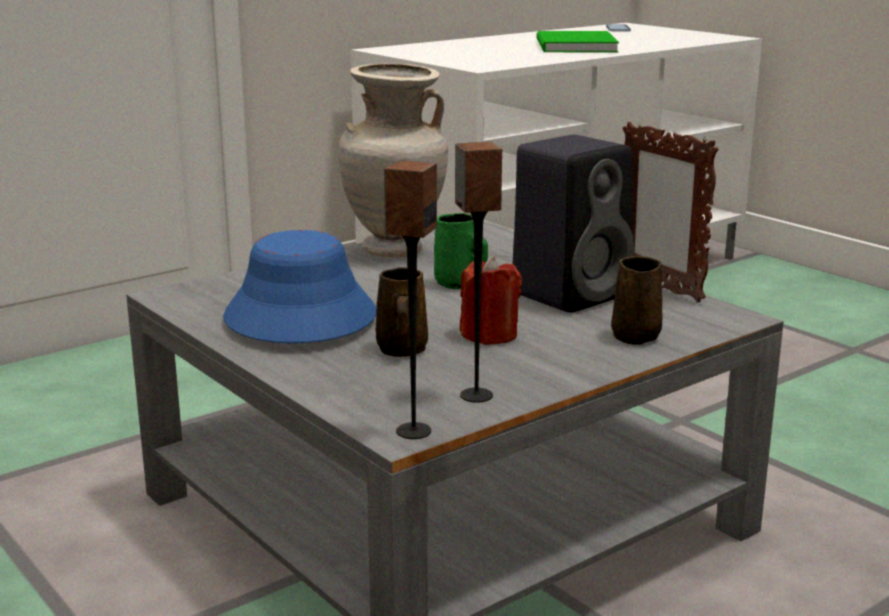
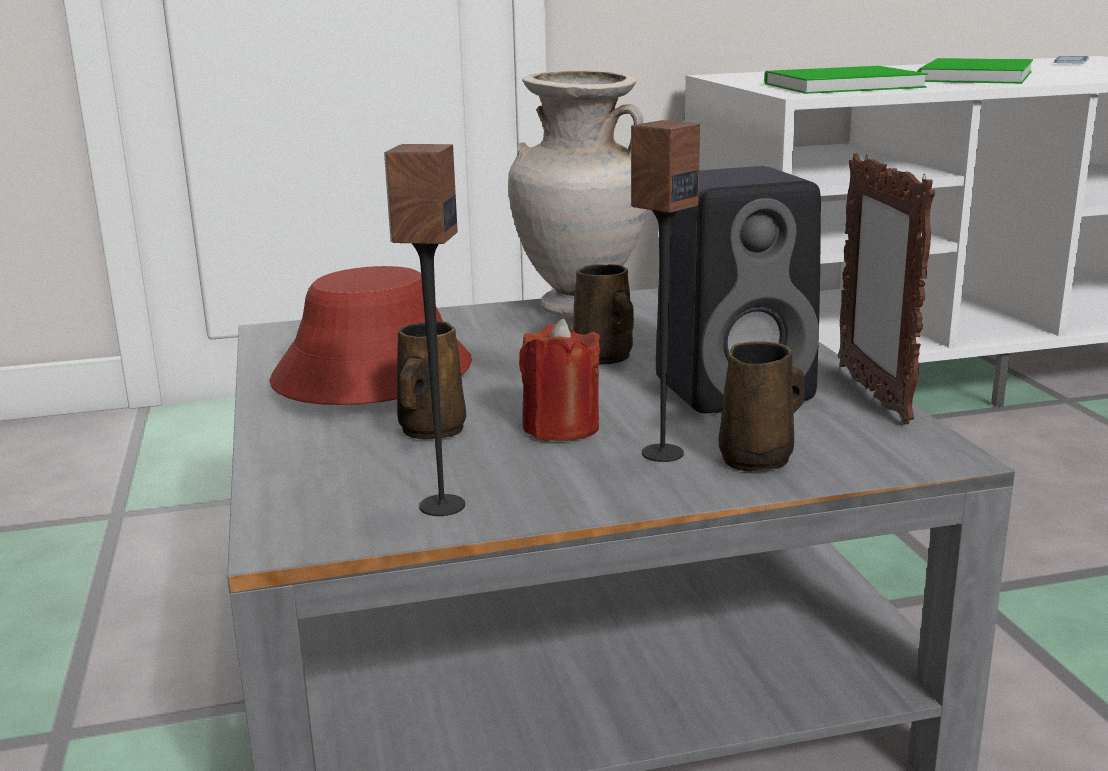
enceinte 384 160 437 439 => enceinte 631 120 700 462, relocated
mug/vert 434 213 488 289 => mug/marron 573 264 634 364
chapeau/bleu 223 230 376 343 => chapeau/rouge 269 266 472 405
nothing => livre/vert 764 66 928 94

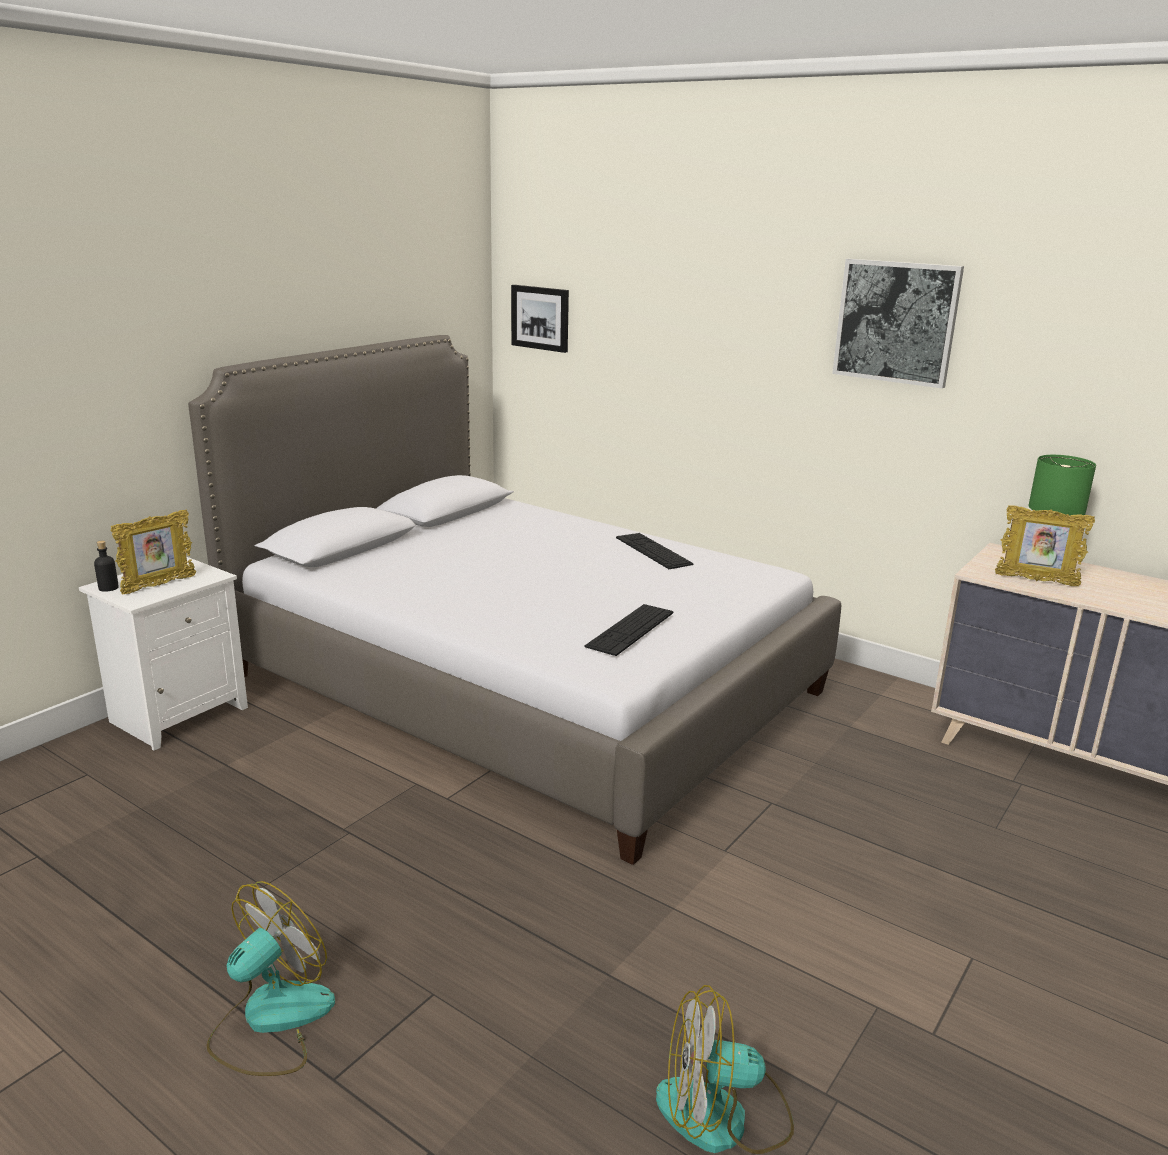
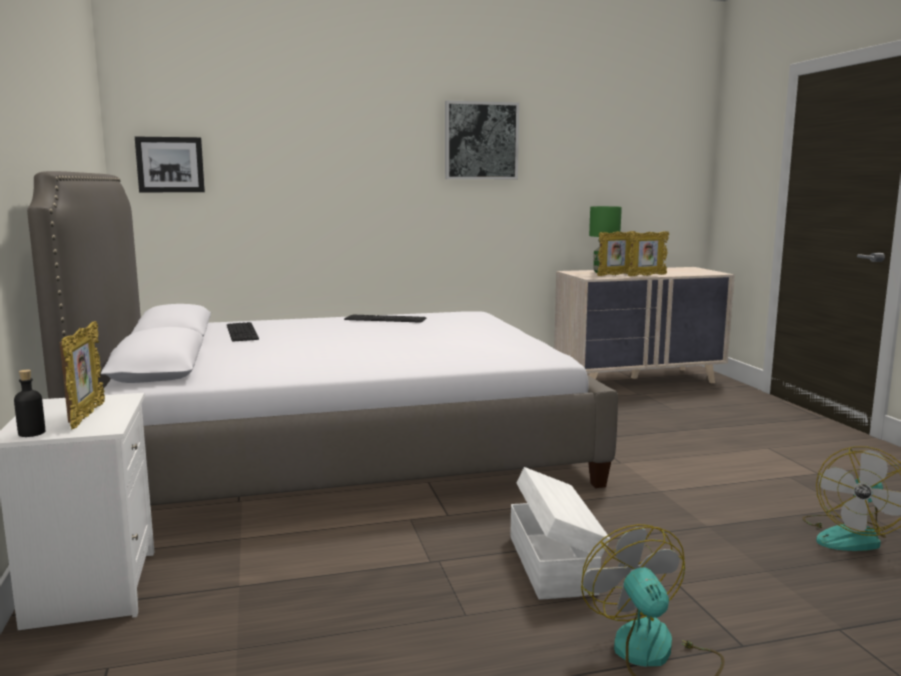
clavier 585 604 673 656 => clavier 227 322 259 342, relocated
nothing => cadre photo 628 231 669 276
nothing => boîte de rangement/blanc 511 467 610 600

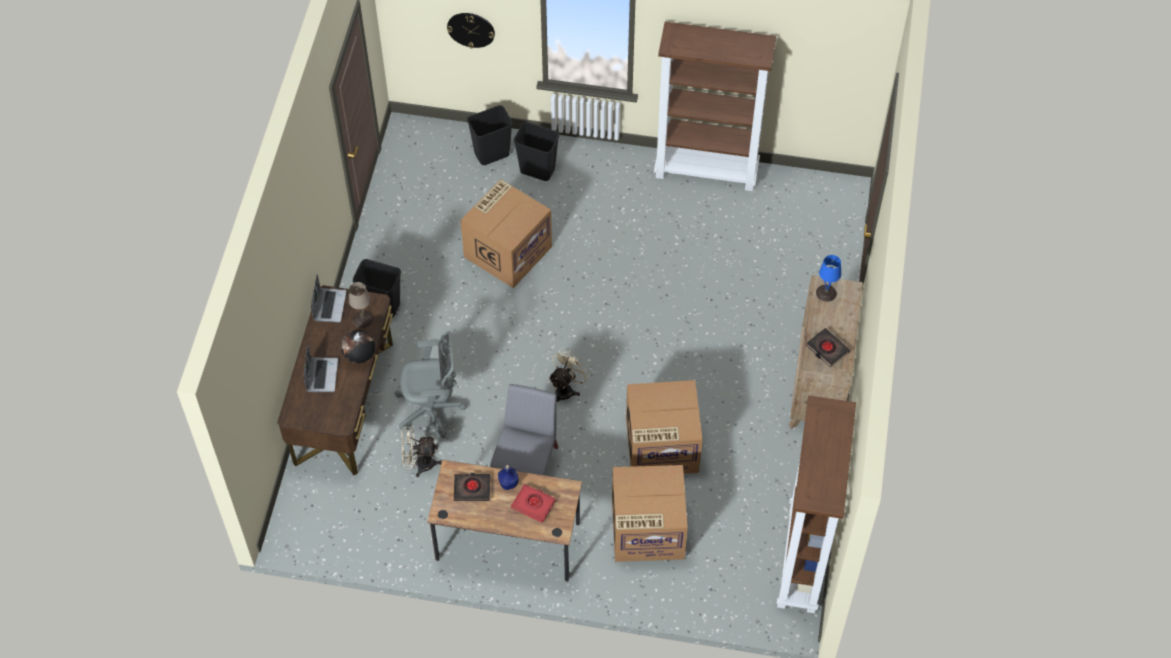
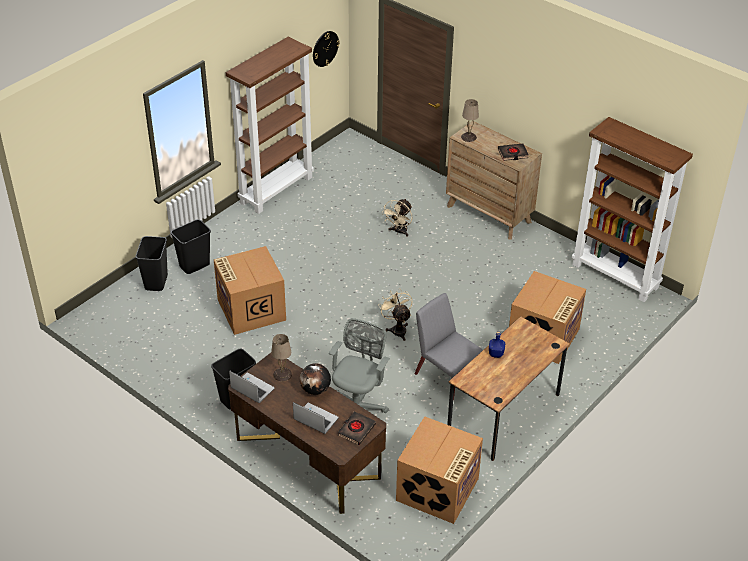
horloge murale 447 13 495 49 => horloge murale 313 31 340 67, relocated
lampe de table/bleu 816 255 841 302 => lampe de table/beige 461 99 479 142
carton 626 380 703 474 => carton 396 416 483 524, relocated
ventilateur/beige 401 427 442 477 => ventilateur/beige 381 199 413 237, relocated
livre/noir 454 473 490 501 => livre/noir 338 411 376 445, relocated
livre/rouge 511 484 556 523 => nothing

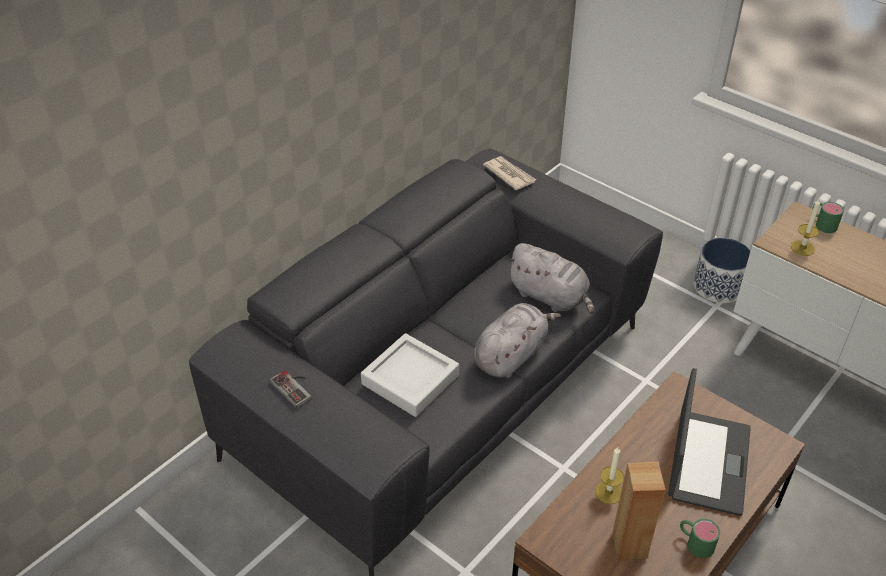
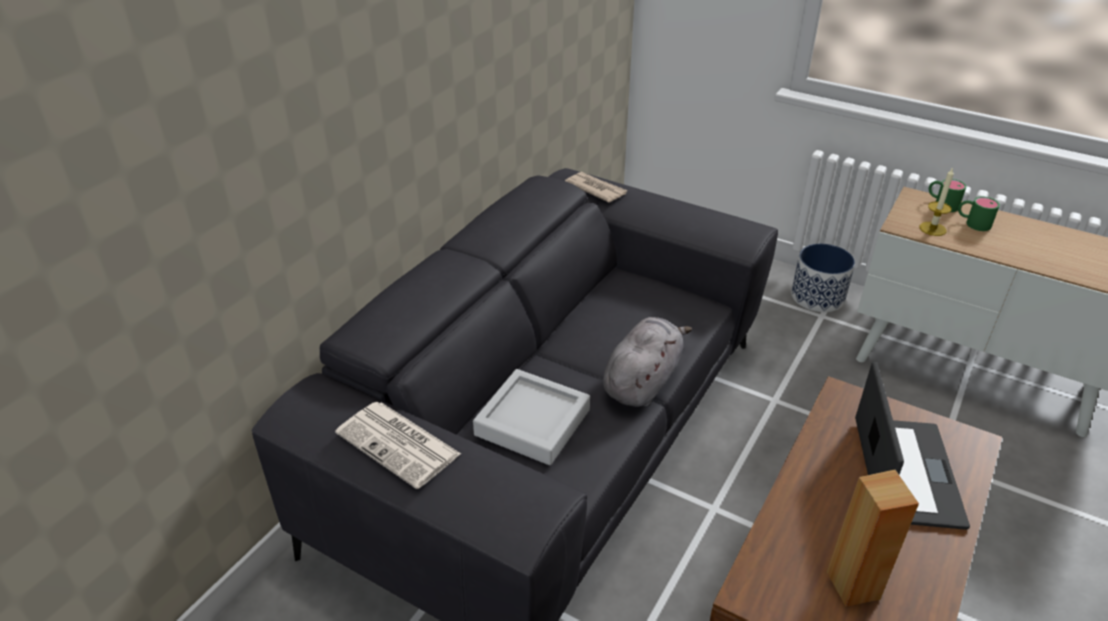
peluche/gris 507 243 594 314 => nothing
manette 270 370 312 408 => journal 335 402 461 489
bougie 595 447 624 504 => nothing
mug/vert 680 519 720 558 => mug/vert 958 197 1000 231, relocated

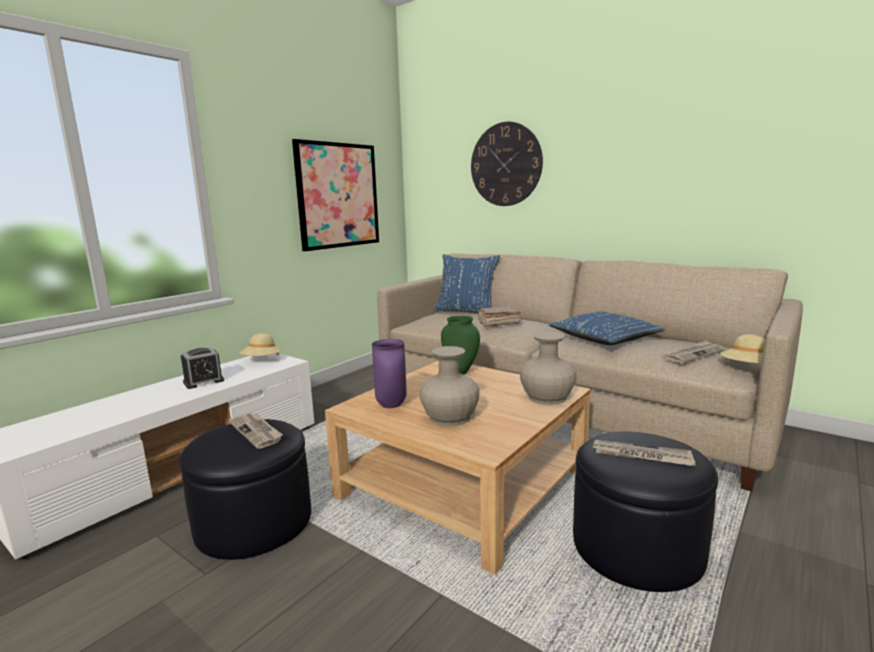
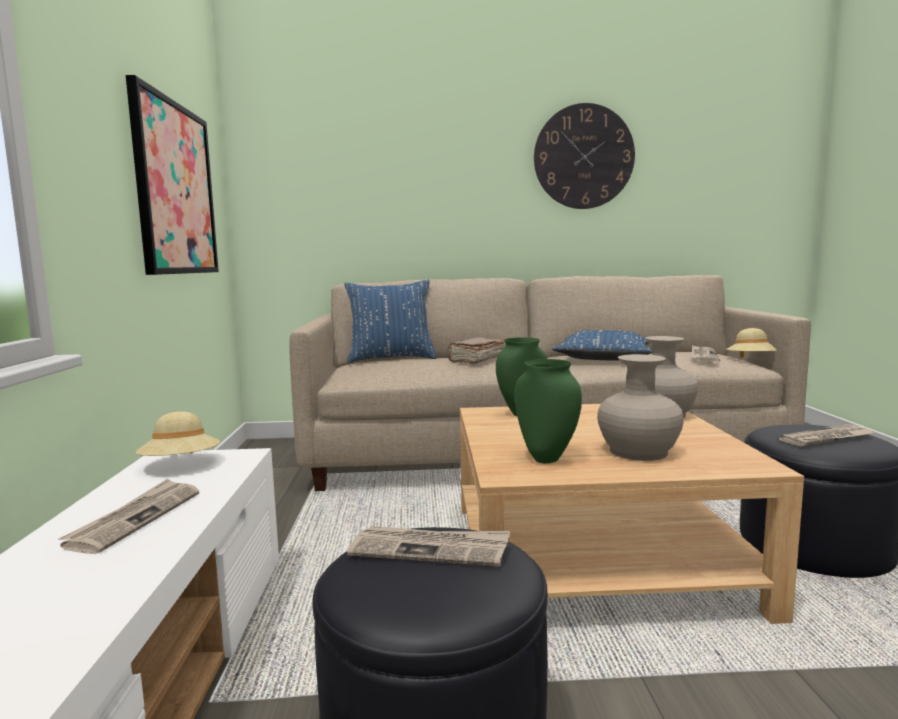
horloge murale 471 122 543 206 => horloge murale 534 103 635 209, relocated
vase/violet 372 339 407 408 => vase/vert 515 359 582 463
réveil 181 348 224 389 => journal 58 479 199 554

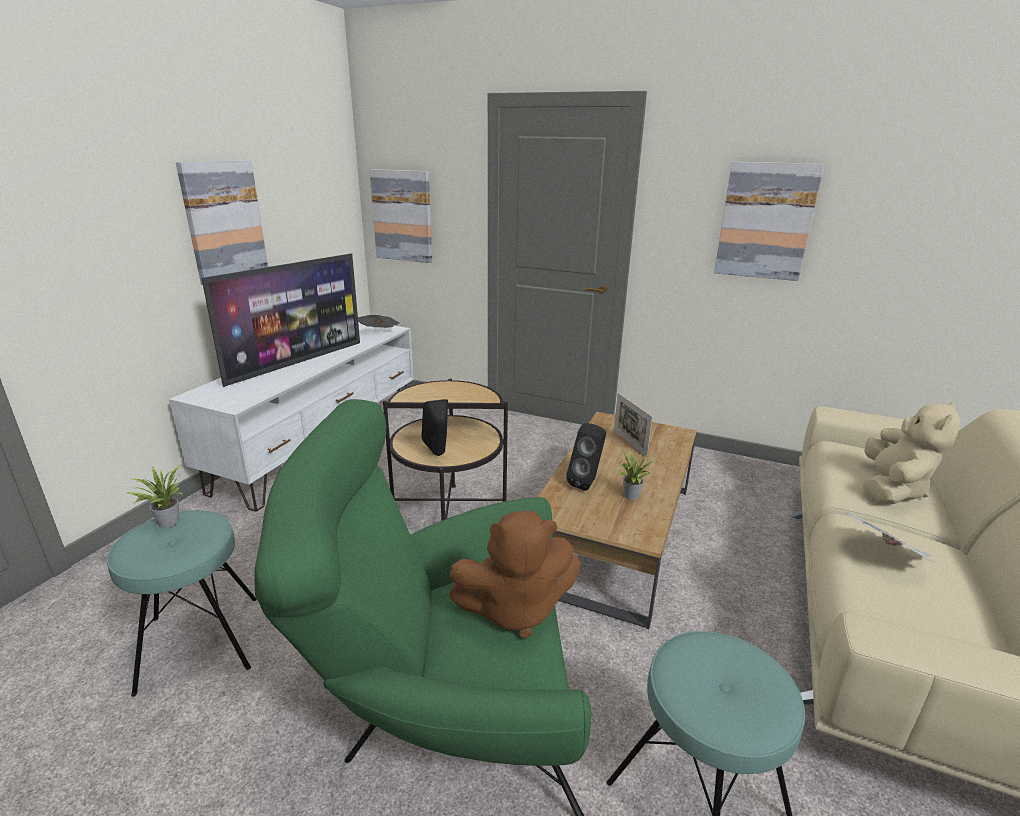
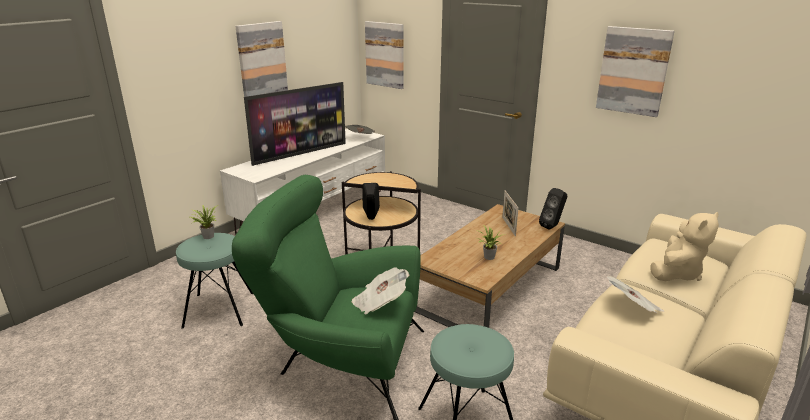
enceinte/noir 566 423 606 491 => enceinte/noir 539 188 567 230, relocated
peluche/marron 449 511 581 639 => journal 352 267 409 314

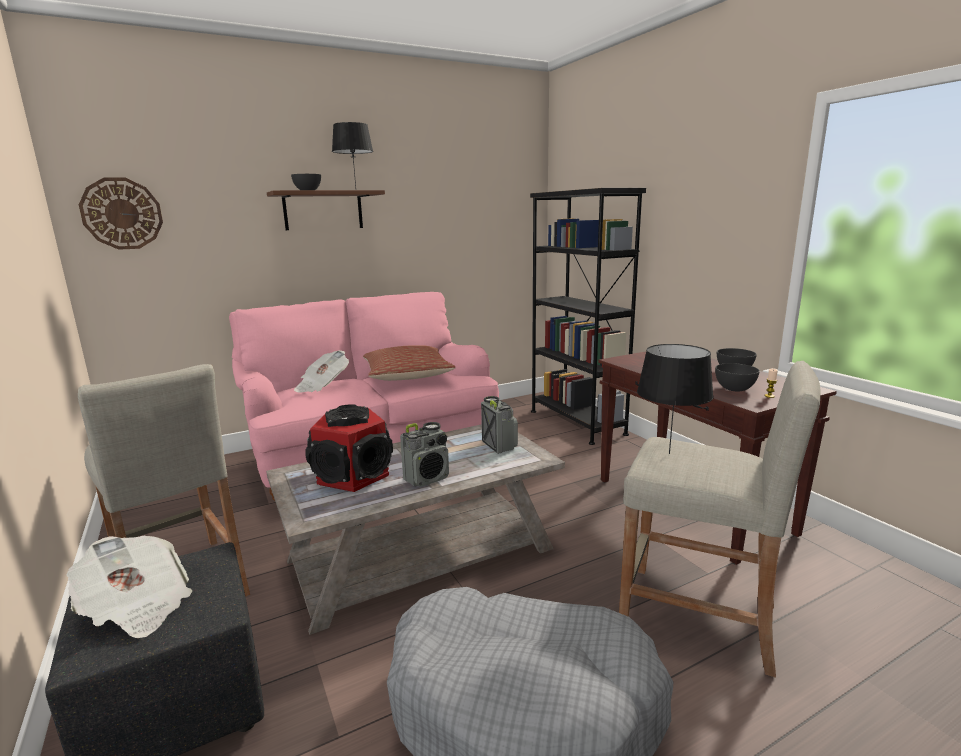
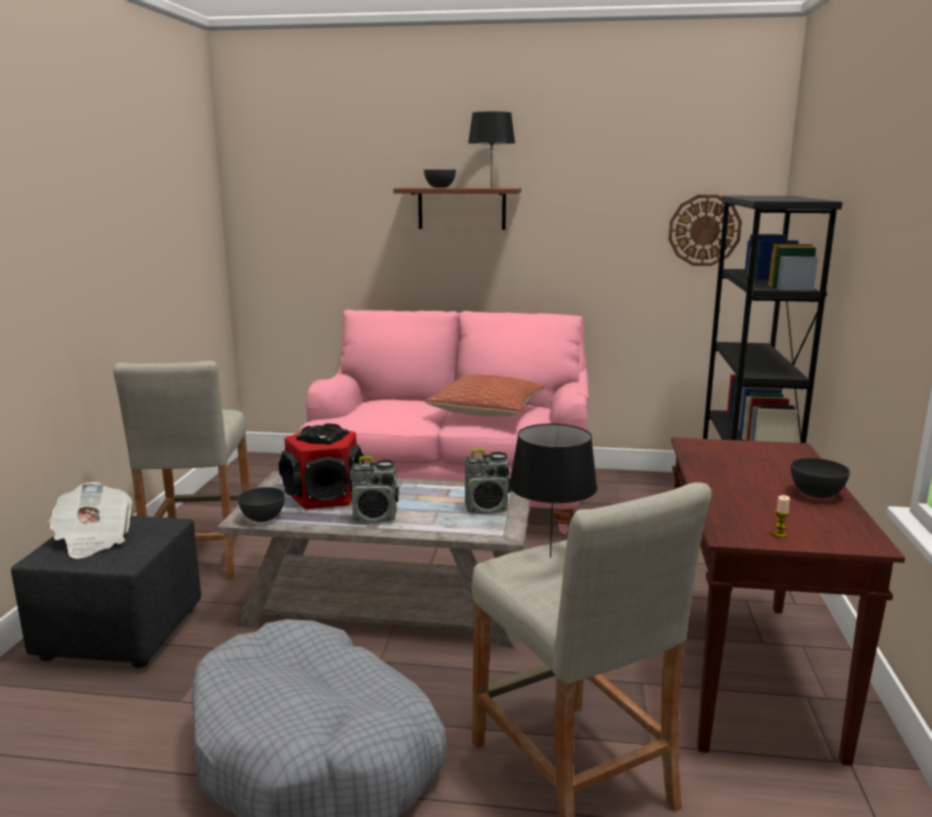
horloge murale 79 177 163 250 => horloge murale 668 195 742 266, relocated
journal 294 350 349 392 => nothing
bol/gris 715 363 760 391 => bol/gris 238 487 285 522, relocated
radio 481 396 518 454 => radio 465 449 511 514, 75 degrees clockwise

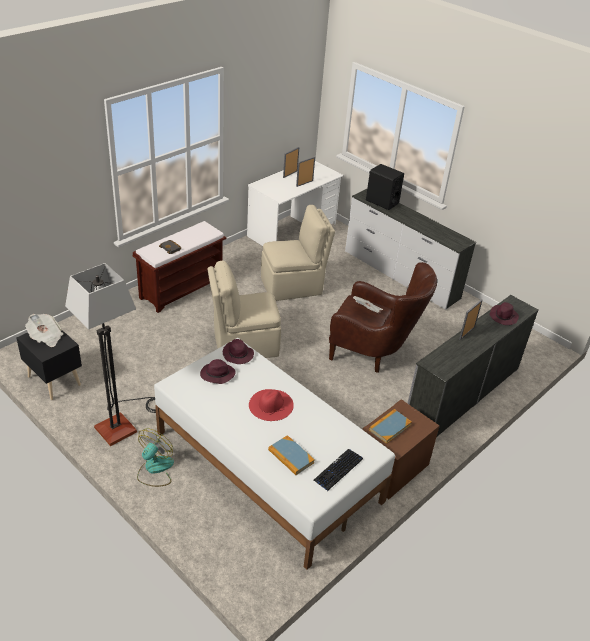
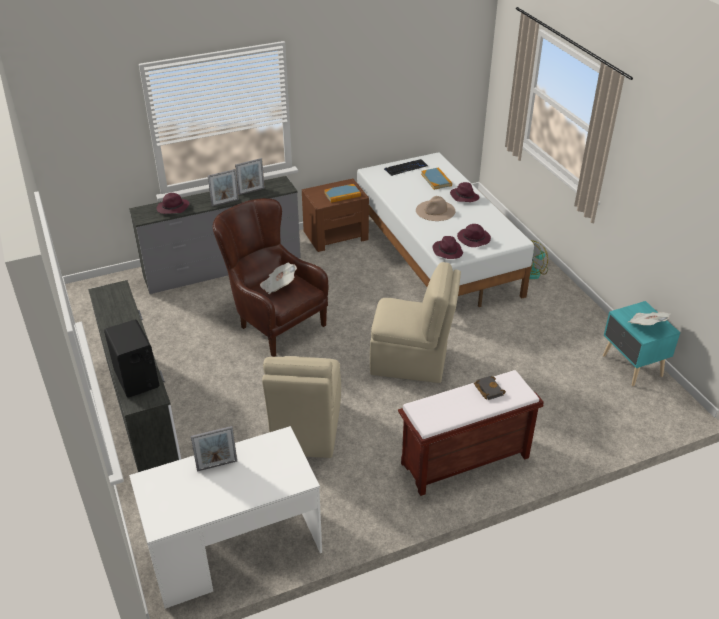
cadre photo 283 147 299 178 => cadre photo 235 158 265 195, relocated
chaise/beige 261 205 335 301 => chaise/beige 262 356 341 458, 90 degrees counterclockwise
lampadaire 65 263 156 446 => nothing
table de chevet/noir 16 330 82 400 => table de chevet/turquoise 603 301 680 386
chapeau/rouge 249 389 294 421 => chapeau/beige 416 196 455 221
nothing => chapeau/violet 450 182 479 202

